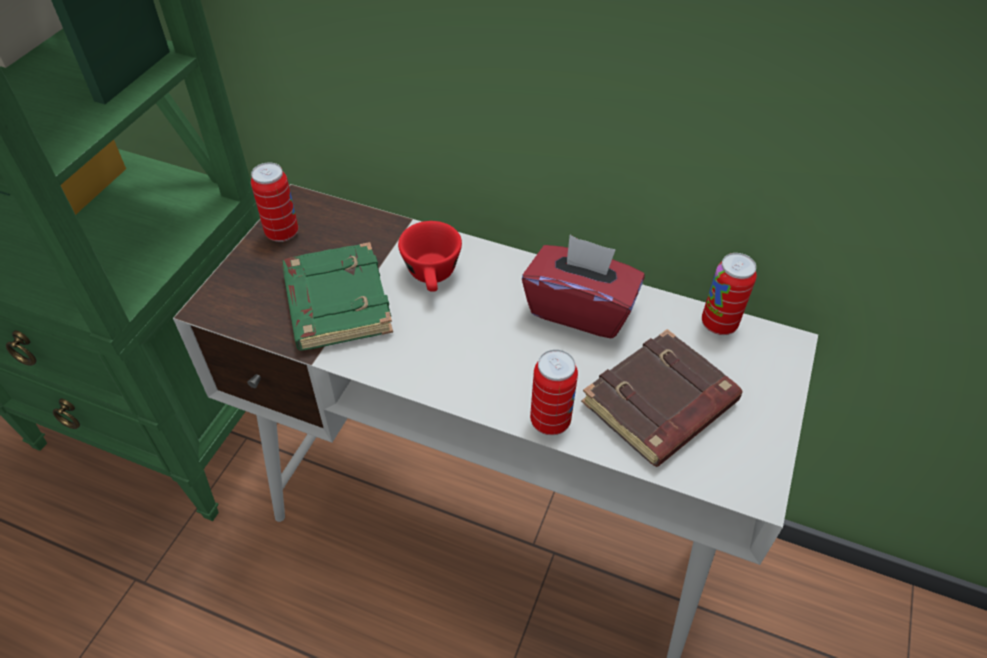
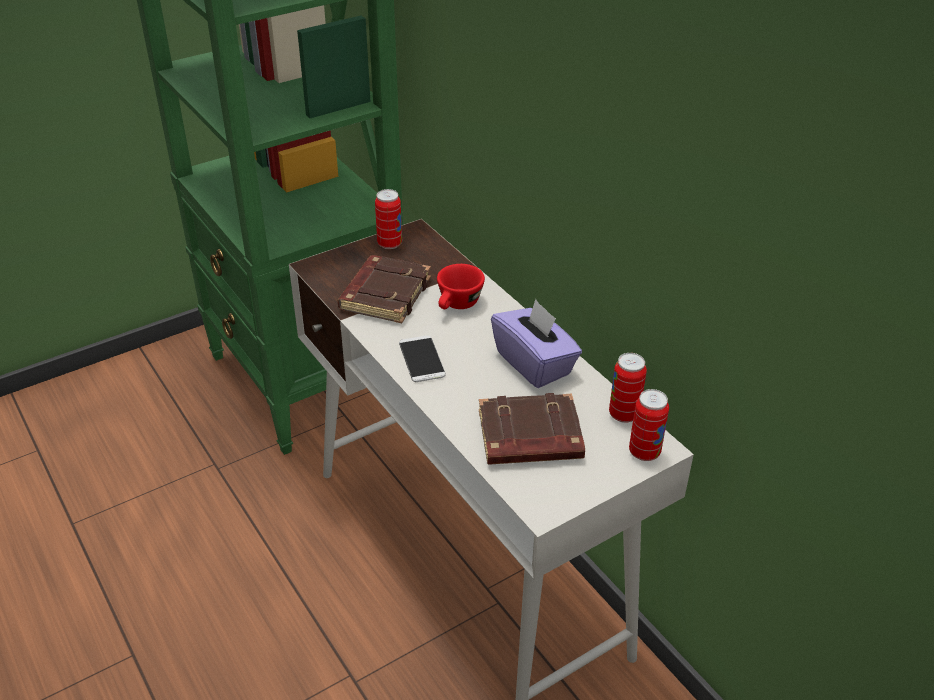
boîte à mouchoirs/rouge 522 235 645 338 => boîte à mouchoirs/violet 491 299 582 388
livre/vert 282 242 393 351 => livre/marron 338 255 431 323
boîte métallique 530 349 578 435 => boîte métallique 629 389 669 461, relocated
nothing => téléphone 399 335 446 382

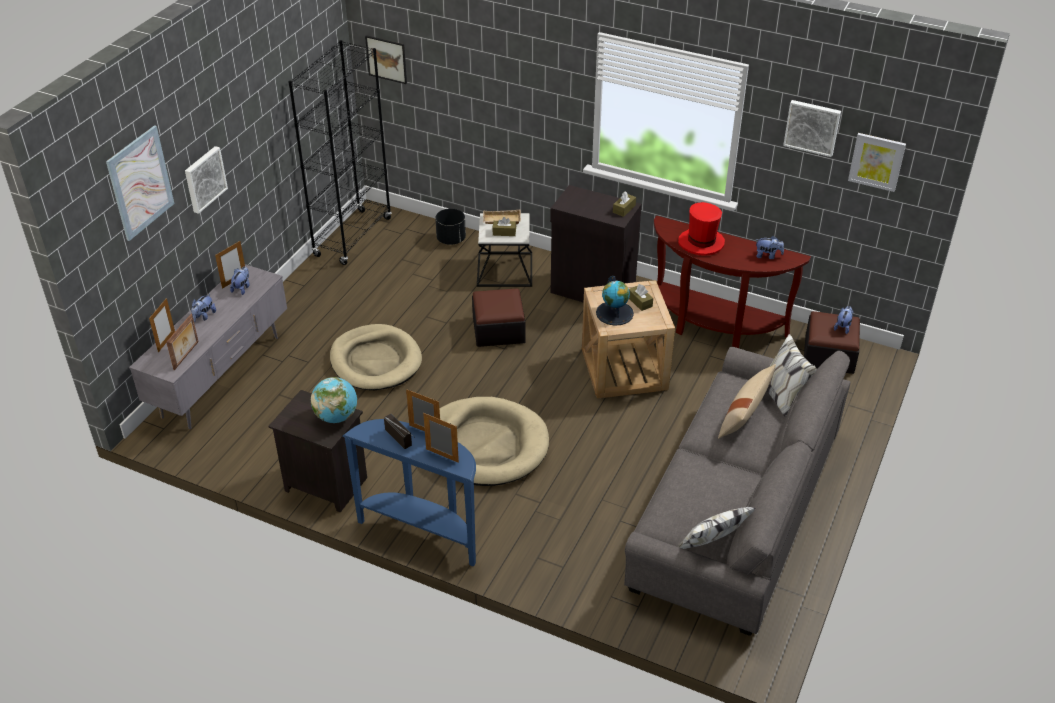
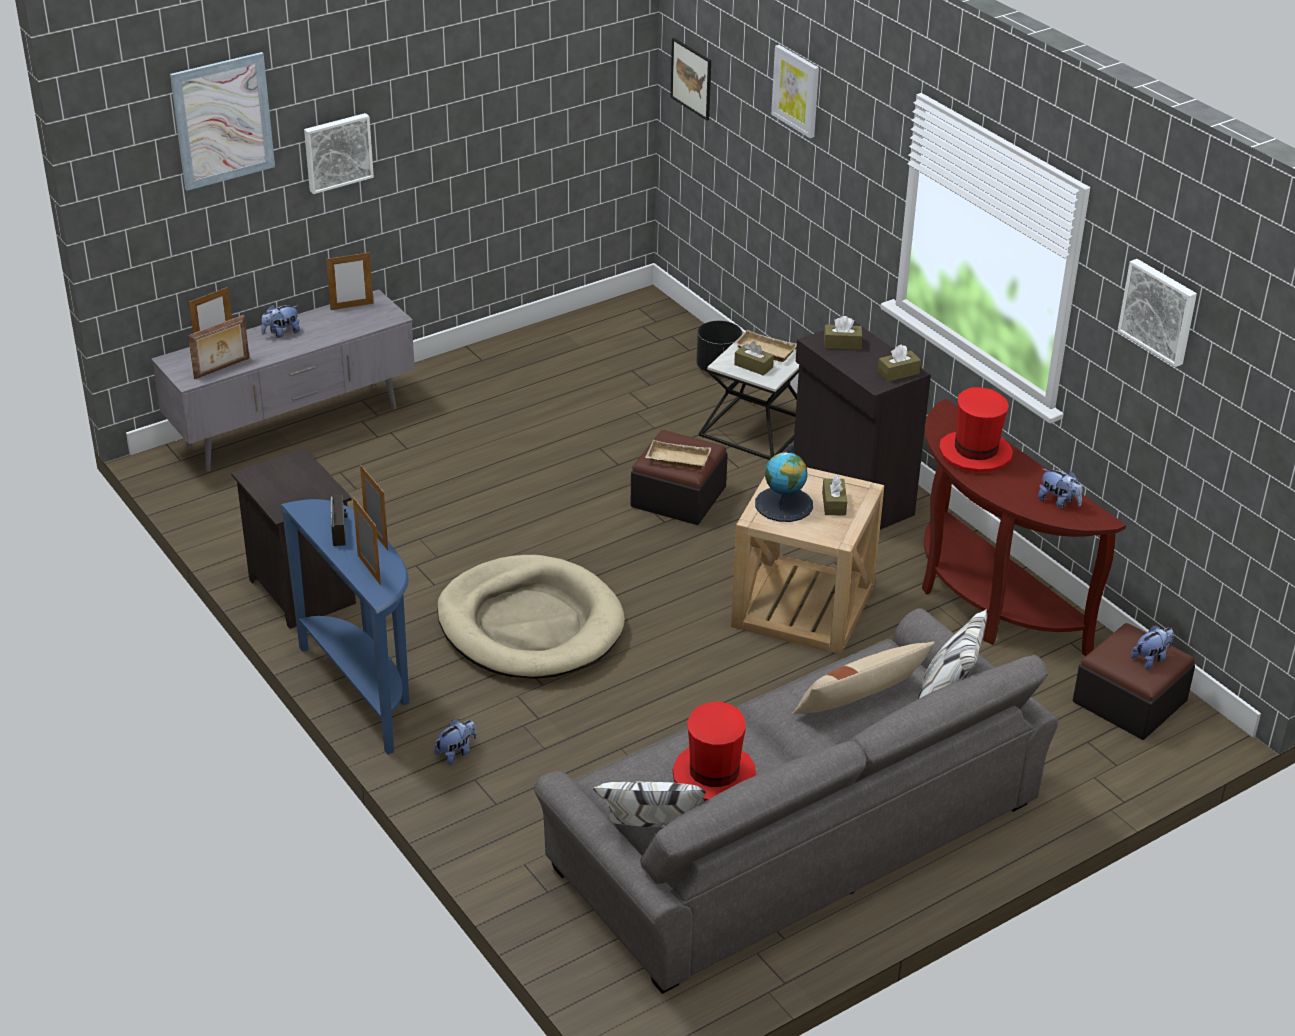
bibliothèque/noir 288 40 392 265 => nothing
tableau 848 133 906 192 => tableau 771 45 819 138, relocated
peluche 230 266 250 295 => peluche 435 720 476 765, relocated
panier pour chien/beige 330 324 422 390 => nothing
globe 311 377 357 423 => nothing
nothing => boîte à mouchoirs/marron 824 316 862 350
nothing => plateau/beige 645 440 711 470
nothing => chapeau/rouge 672 701 756 801

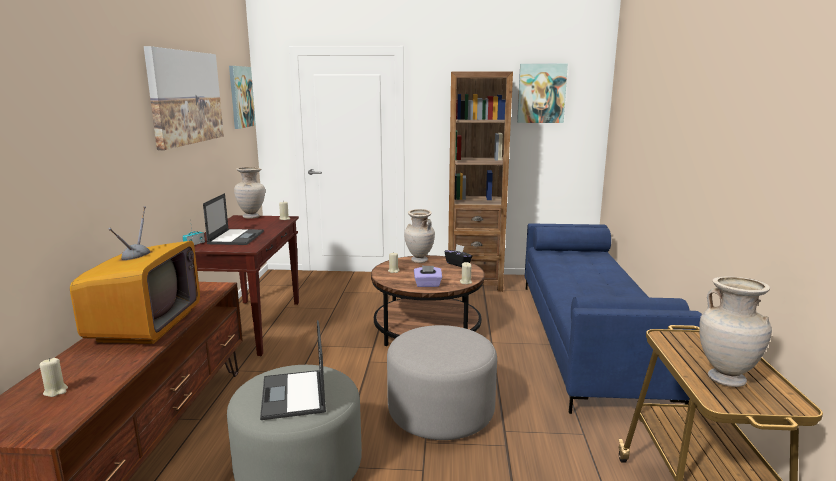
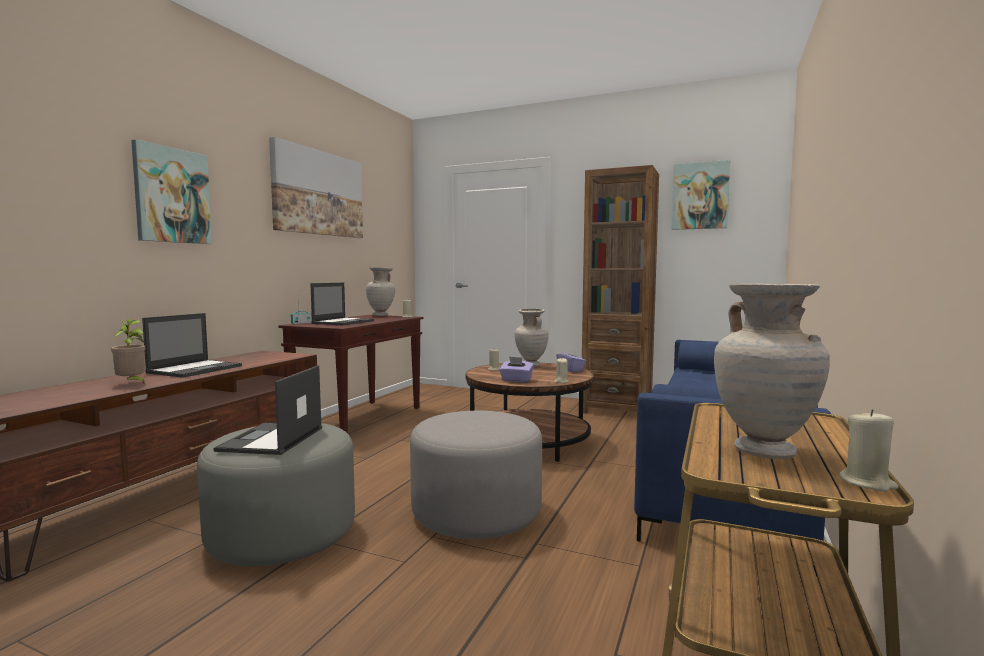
tableau 229 66 256 129 => tableau 131 139 212 244, relocated
téléviseur 70 206 200 344 => ordinateur portable 142 313 242 378
boîte à mouchoirs/noir 445 244 472 267 => boîte à mouchoirs/violet 556 348 586 372
bougie/beige 40 358 68 397 => bougie/beige 839 409 899 492, relocated
nothing => plante en pot 111 319 145 383

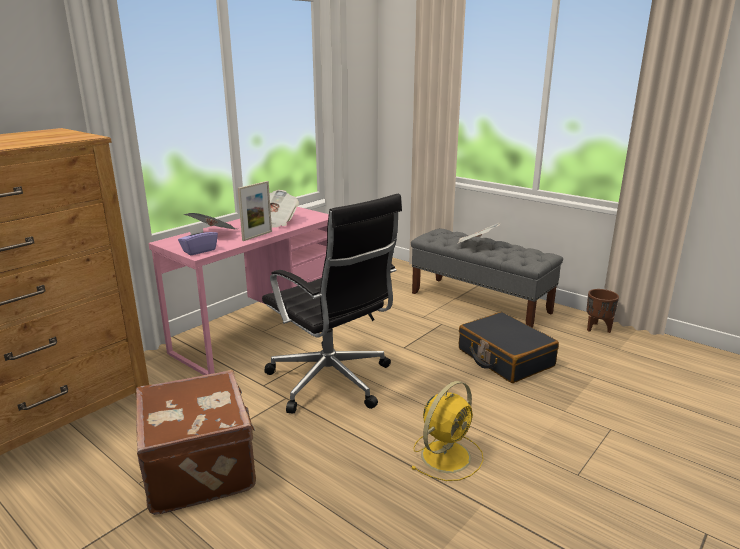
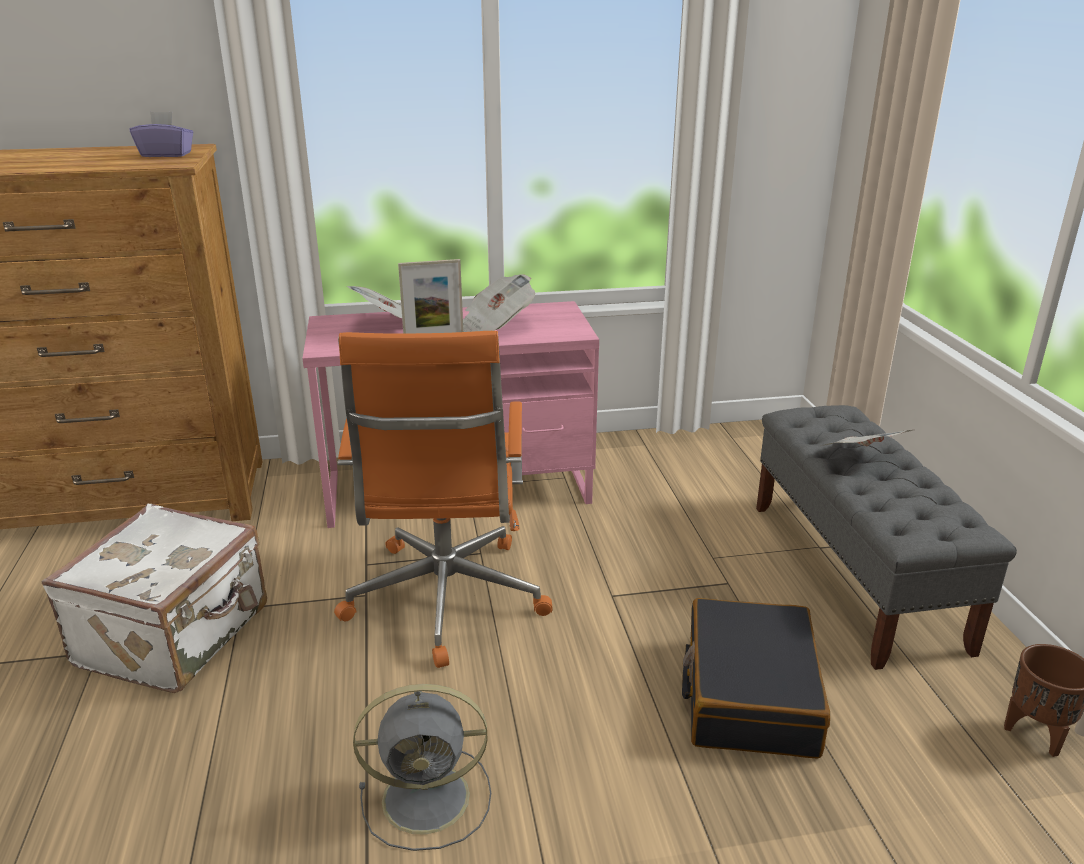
chaise de bureau/noir 262 194 402 414 => chaise de bureau/orange 334 331 553 668
boîte à mouchoirs/violet 178 224 218 255 => boîte à mouchoirs/violet 129 112 194 157, relocated
valise/marron 136 370 256 515 => valise/blanc 42 504 267 693
ventilateur/jaune 411 381 484 481 => ventilateur/gris 353 684 491 851

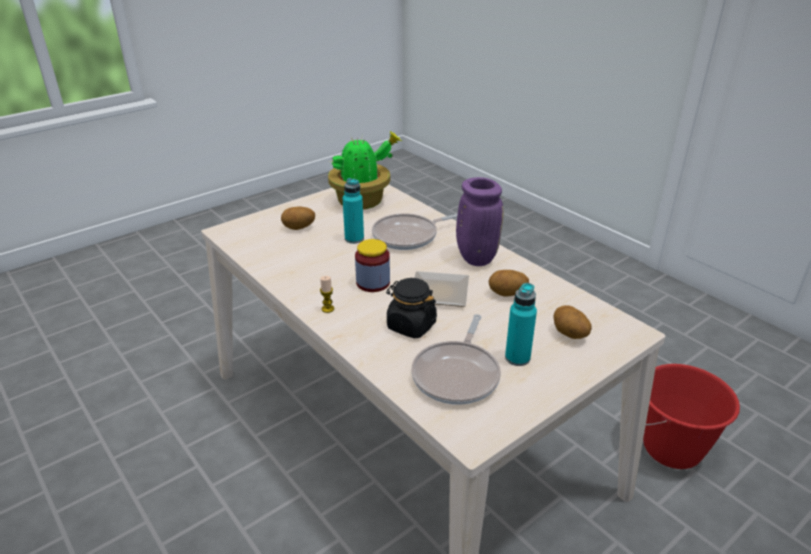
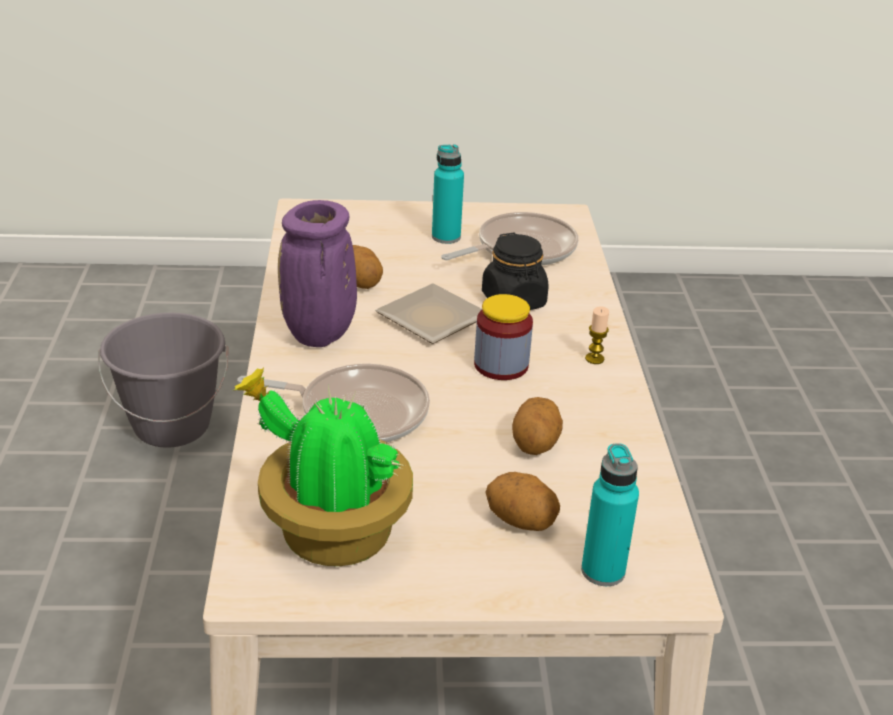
bouteille/turquoise 342 178 364 244 => bouteille/turquoise 581 443 639 586, relocated
pomme de terre 553 305 592 339 => pomme de terre 512 397 563 455, relocated
seau/rouge 643 364 740 469 => seau/gris 98 313 228 448

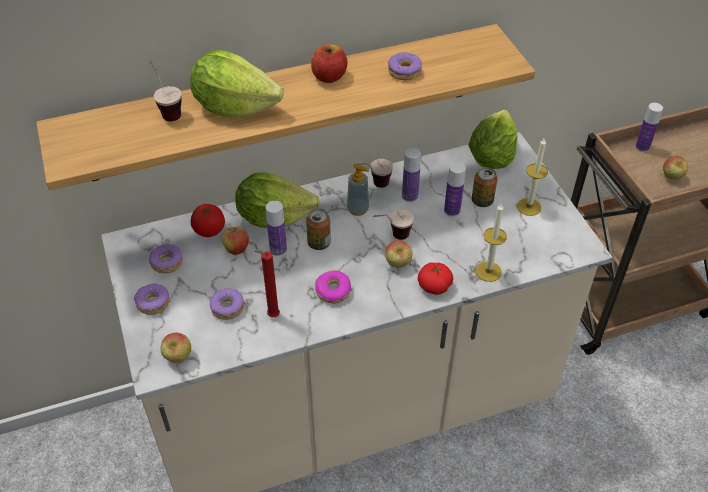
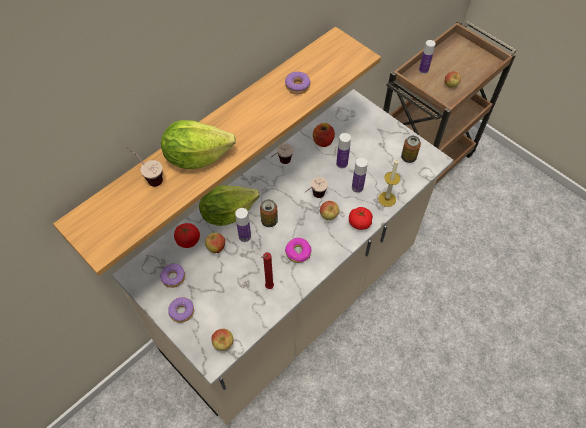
pomme 311 44 347 83 => pomme 313 123 335 147, relocated
laitue 468 110 517 169 => nothing
bougie 517 137 548 216 => nothing
bouteille 402 148 421 202 => bouteille 352 158 368 193, relocated
distributeur de savon 347 164 369 216 => nothing
boîte métallique 472 167 498 207 => boîte métallique 401 136 421 163, relocated
beignet 210 288 244 320 => nothing

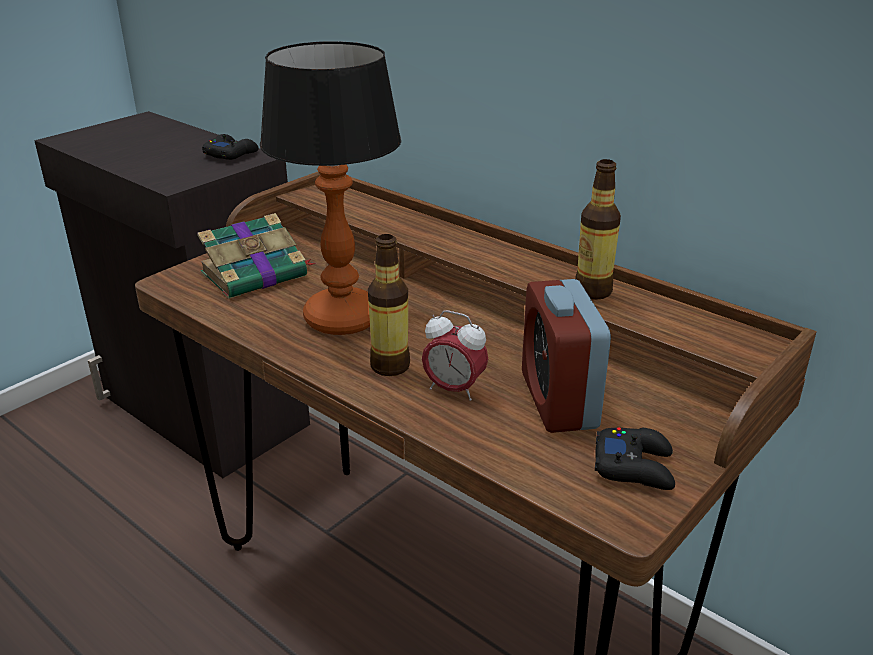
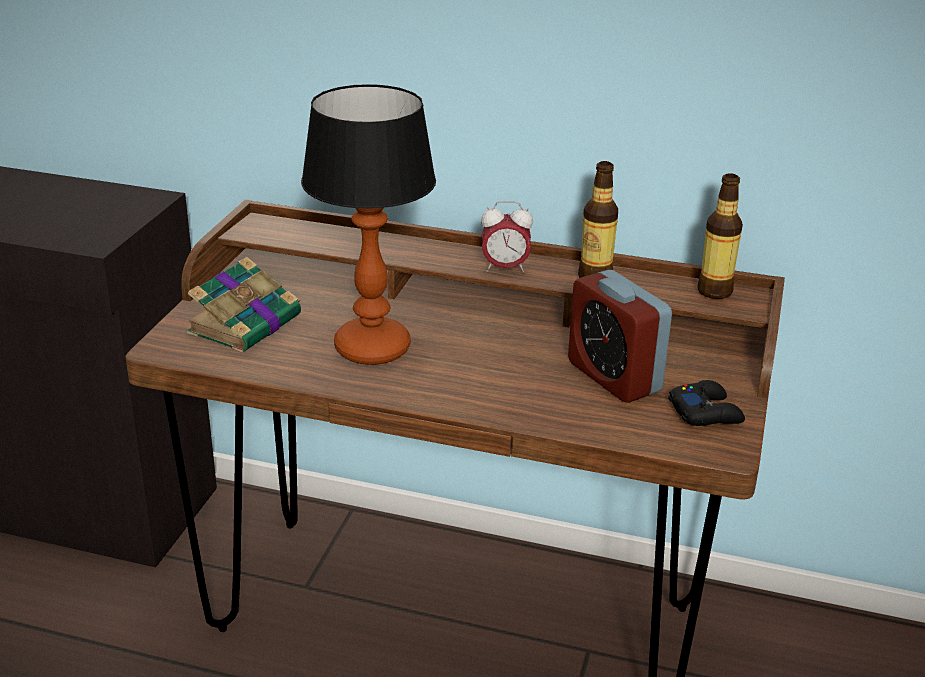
manette/noir 202 134 259 160 => nothing
bouteille 368 234 410 376 => bouteille 697 173 743 299, relocated
réveil 422 310 488 401 => réveil 481 201 533 273, relocated

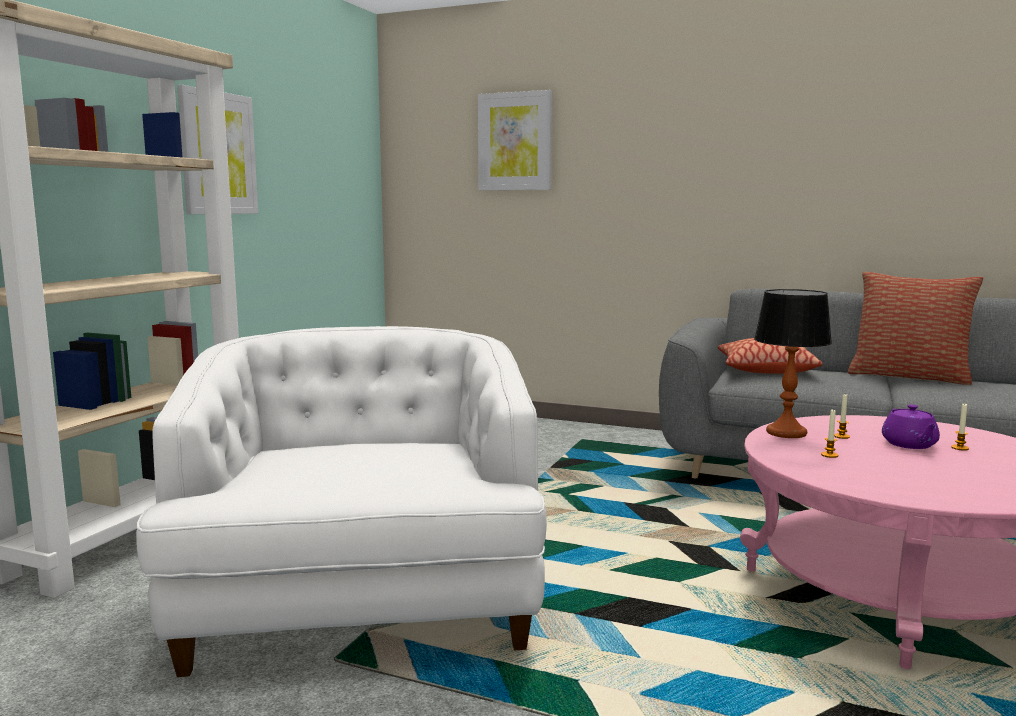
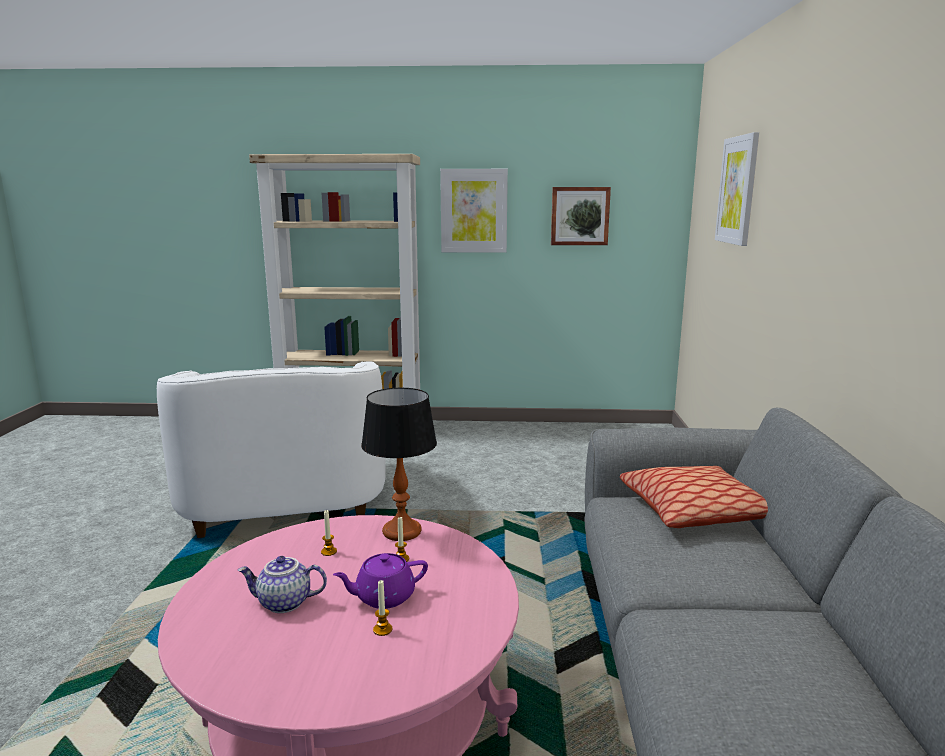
coussin 848 272 983 385 => nothing
fauteuil/blanc 136 326 547 677 => fauteuil/blanc 157 361 386 538, 105 degrees clockwise
nothing => tableau 551 187 611 245
nothing => théière 238 556 327 613

